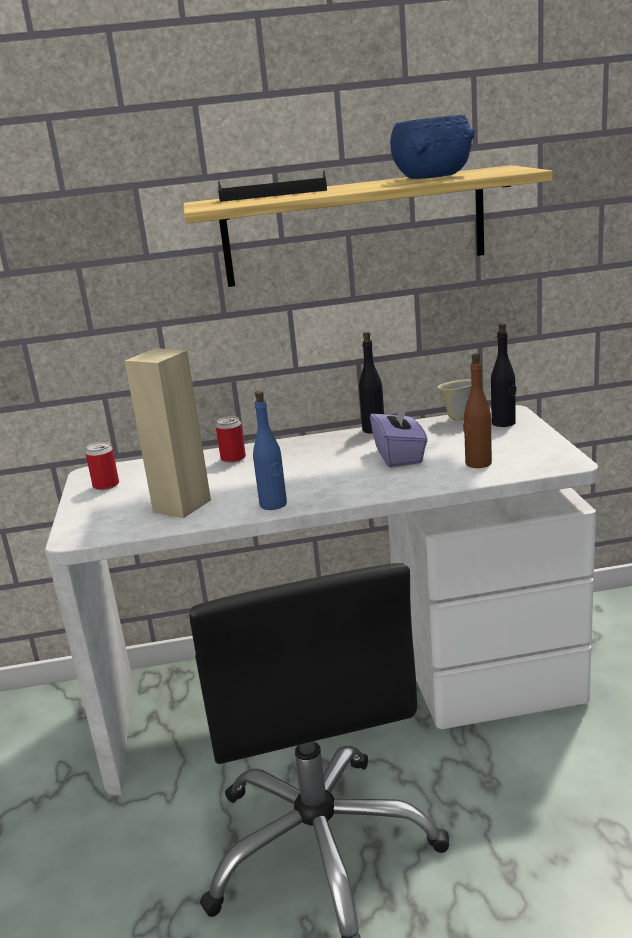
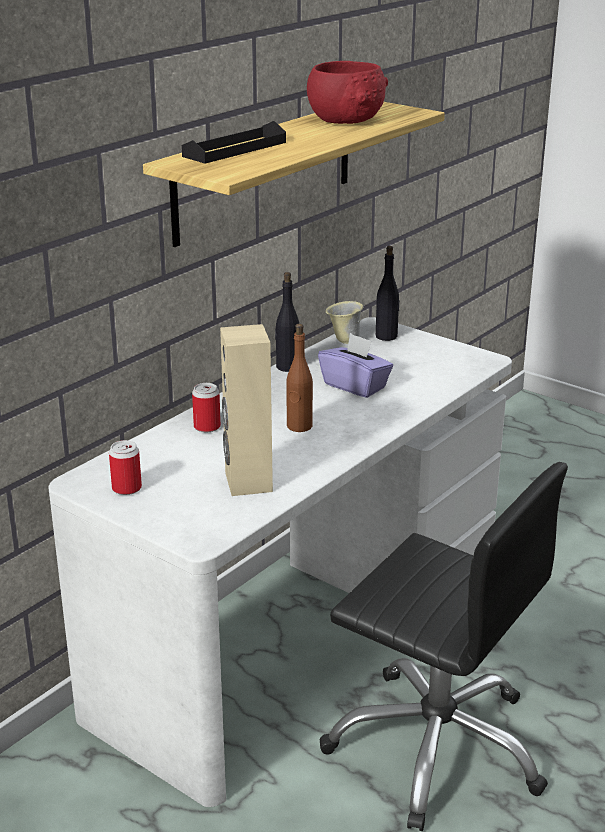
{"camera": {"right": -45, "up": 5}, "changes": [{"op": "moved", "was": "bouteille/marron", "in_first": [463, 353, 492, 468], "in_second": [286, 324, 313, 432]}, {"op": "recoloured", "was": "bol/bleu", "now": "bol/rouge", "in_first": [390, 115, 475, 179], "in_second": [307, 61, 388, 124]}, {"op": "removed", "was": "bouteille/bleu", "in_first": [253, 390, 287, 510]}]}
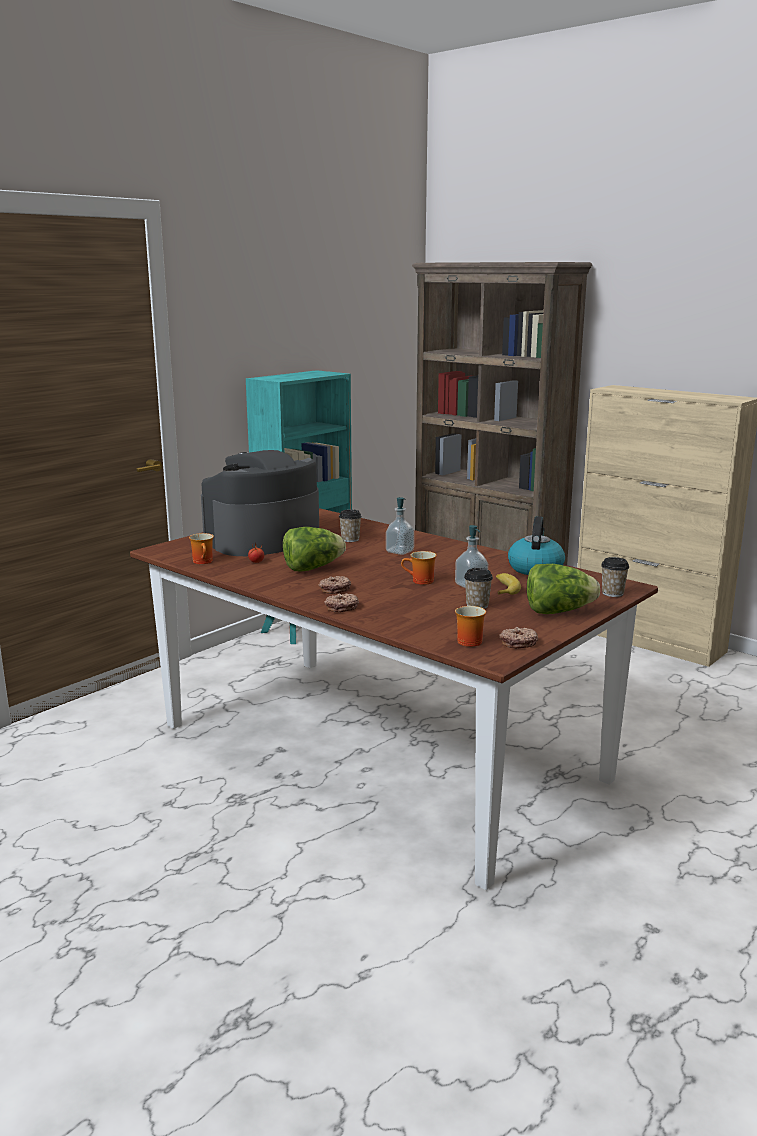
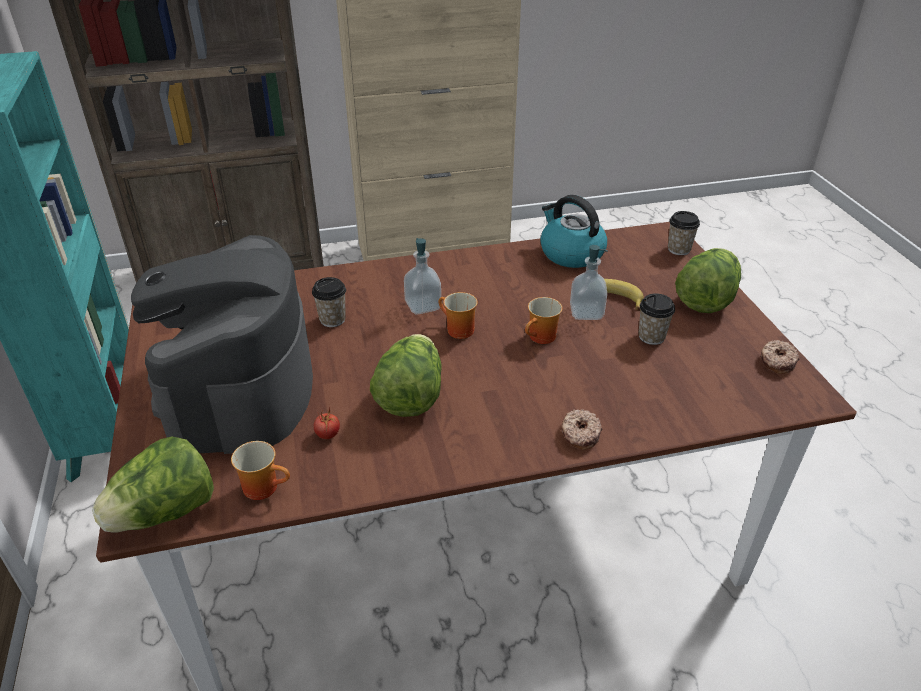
{"camera": {"right": -55, "up": 20}, "changes": [{"op": "added", "now": "laitue", "in_second": [92, 436, 214, 533]}, {"op": "moved", "was": "mug", "in_first": [455, 606, 486, 647], "in_second": [438, 292, 478, 339]}, {"op": "removed", "was": "beignet", "in_first": [319, 576, 351, 594]}]}
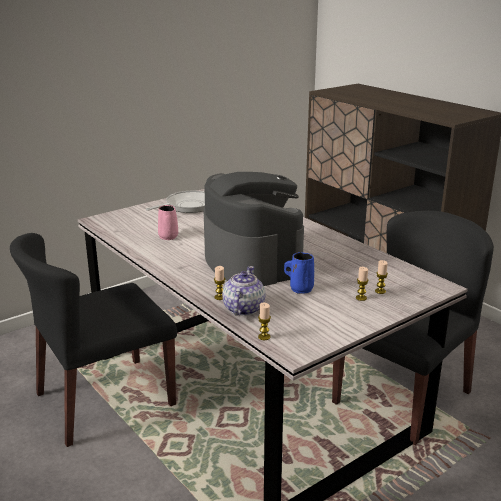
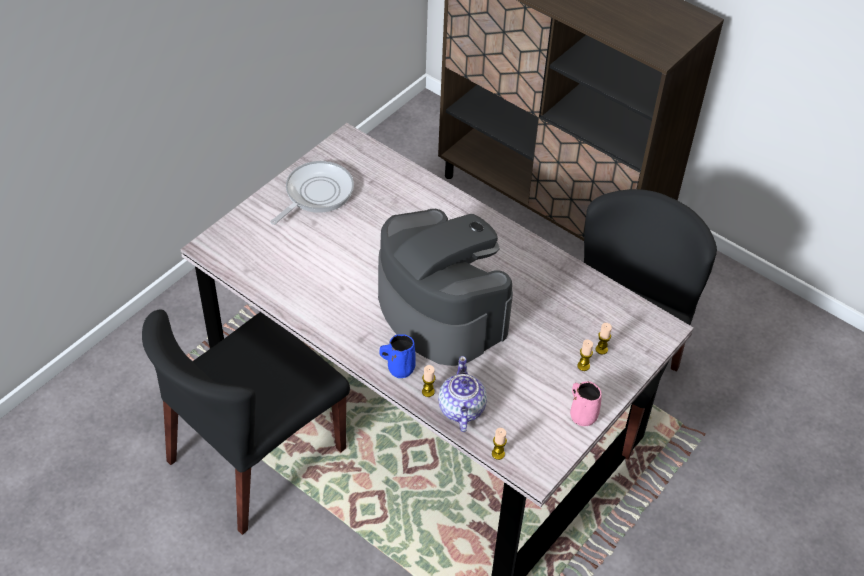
{"camera": {"right": -15, "up": 25}, "changes": [{"op": "moved", "was": "mug/bleu", "in_first": [284, 252, 314, 294], "in_second": [380, 334, 416, 378]}, {"op": "moved", "was": "mug/rose", "in_first": [158, 205, 178, 240], "in_second": [570, 381, 602, 426]}]}
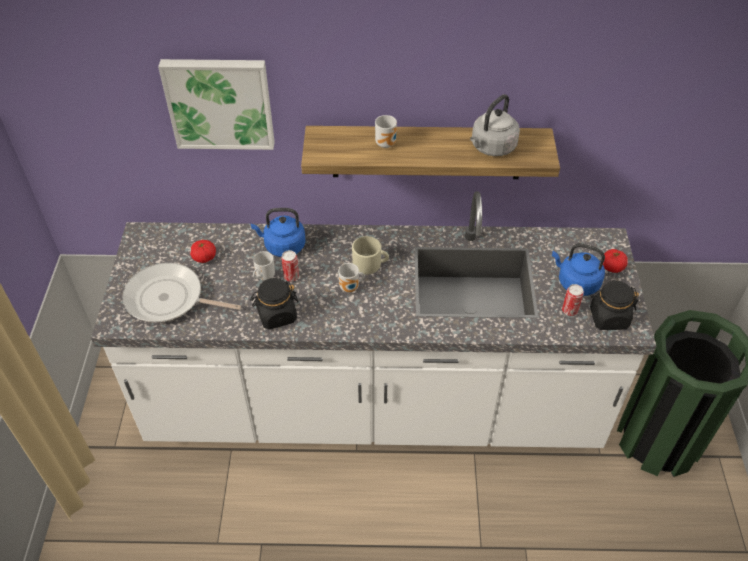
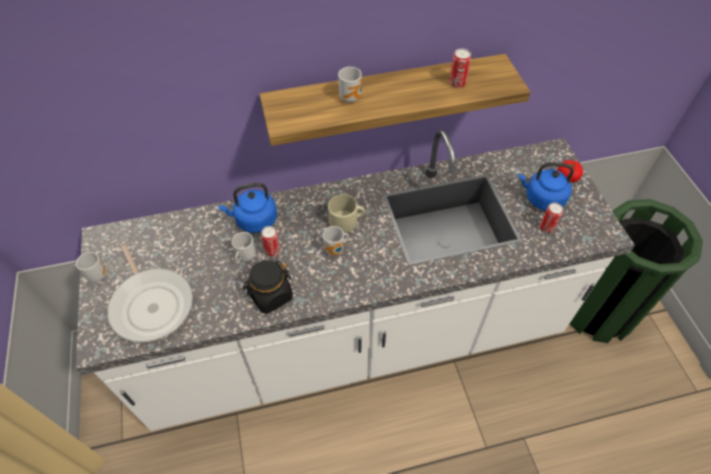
{"camera": {"right": -15, "up": 5}, "changes": [{"op": "added", "now": "mug", "in_second": [75, 252, 106, 282]}, {"op": "turned", "was": "poêle", "in_first": [122, 263, 241, 322], "in_second": [107, 243, 193, 342], "clockwise": -120}, {"op": "replaced", "was": "bouilloire/gris", "now": "boîte métallique", "in_first": [470, 94, 520, 156], "in_second": [449, 48, 471, 88]}, {"op": "removed", "was": "tableau", "in_first": [158, 59, 275, 150]}, {"op": "removed", "was": "tomate", "in_first": [190, 240, 216, 263]}, {"op": "removed", "was": "bocal/noir", "in_first": [590, 281, 639, 330]}]}
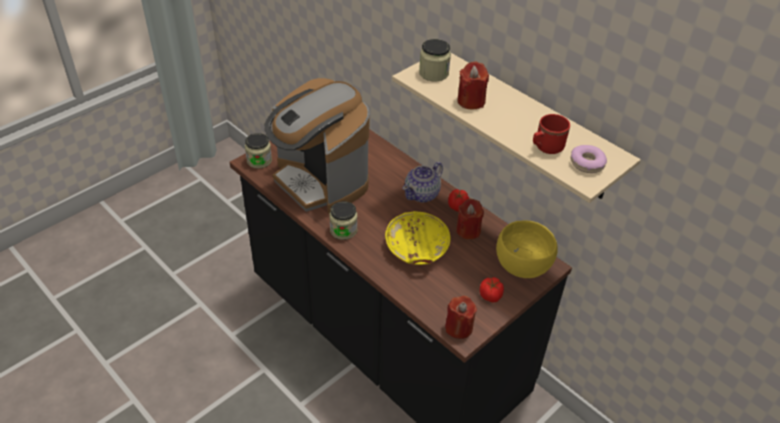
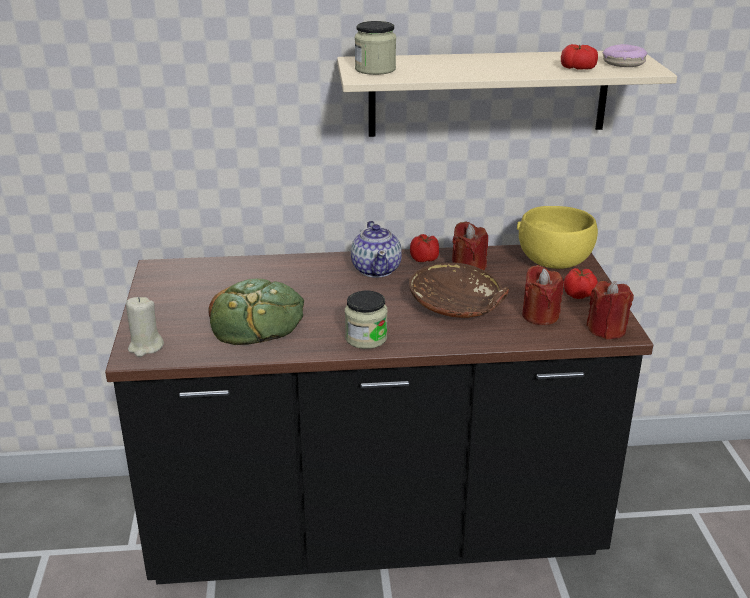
{"camera": {"right": -50, "up": -15}, "changes": [{"op": "replaced", "was": "bocal", "now": "bougie/beige", "in_first": [245, 133, 272, 169], "in_second": [126, 297, 164, 357]}, {"op": "replaced", "was": "machine à café", "now": "pain", "in_first": [265, 78, 370, 214], "in_second": [208, 279, 304, 345]}, {"op": "recoloured", "was": "bol/jaune", "now": "bol/marron", "in_first": [385, 211, 451, 265], "in_second": [409, 263, 509, 318]}, {"op": "moved", "was": "bougie/rouge", "in_first": [457, 62, 489, 110], "in_second": [522, 265, 564, 325]}, {"op": "replaced", "was": "mug/rouge", "now": "tomate", "in_first": [533, 114, 570, 154], "in_second": [561, 44, 598, 70]}]}
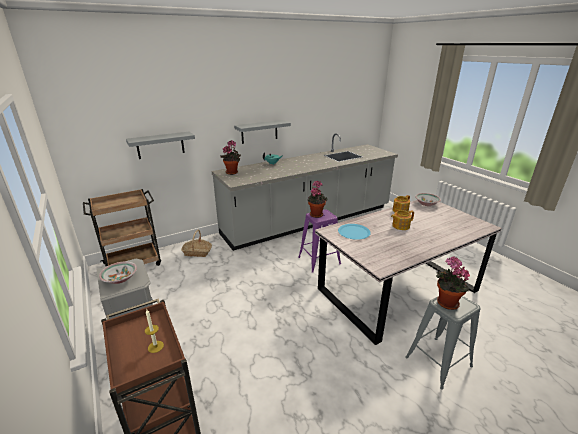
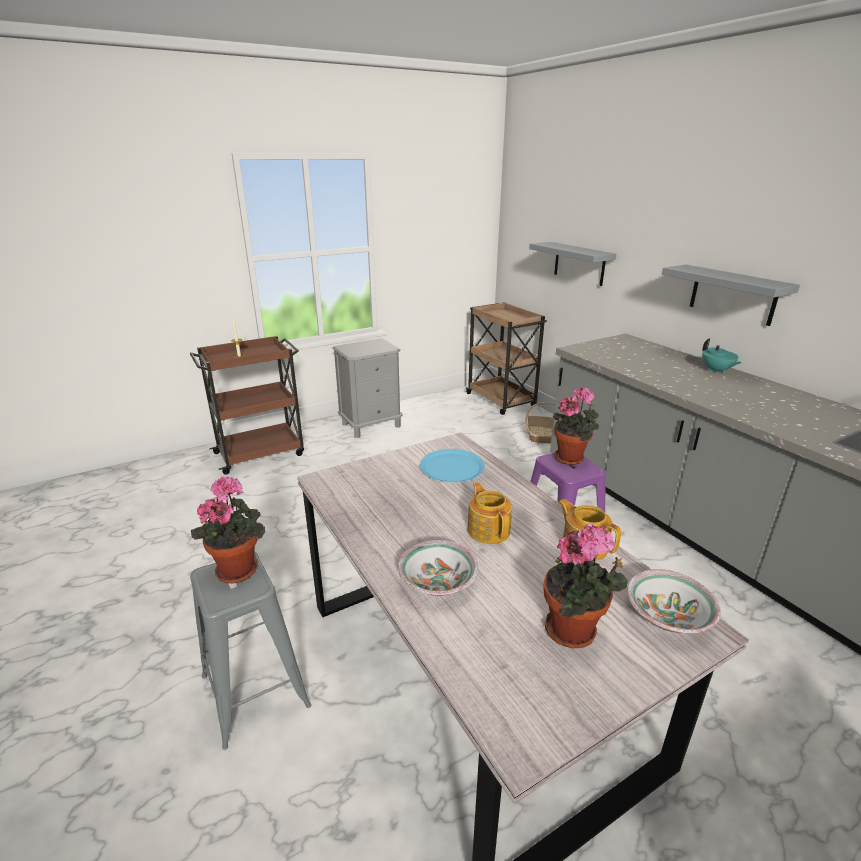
{"camera": {"right": 90, "up": 0}, "changes": [{"op": "moved", "was": "bol", "in_first": [99, 261, 137, 284], "in_second": [398, 540, 479, 596]}, {"op": "moved", "was": "plante en pot", "in_first": [220, 140, 241, 175], "in_second": [544, 523, 628, 648]}]}
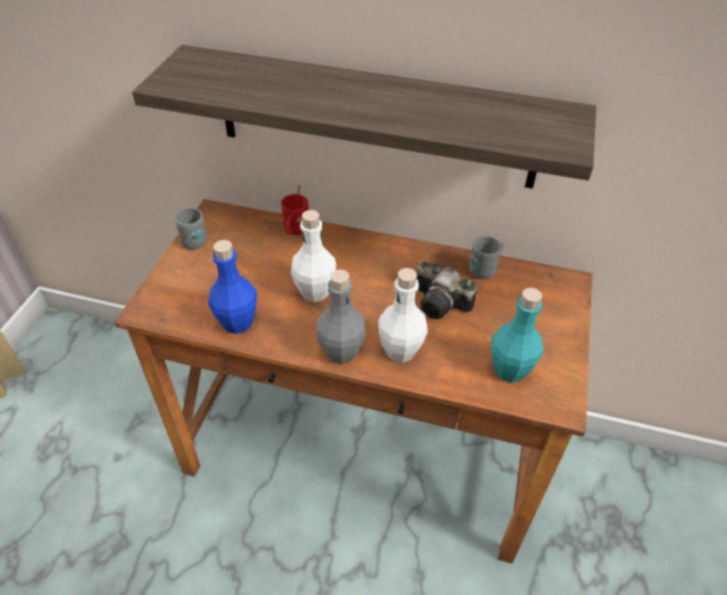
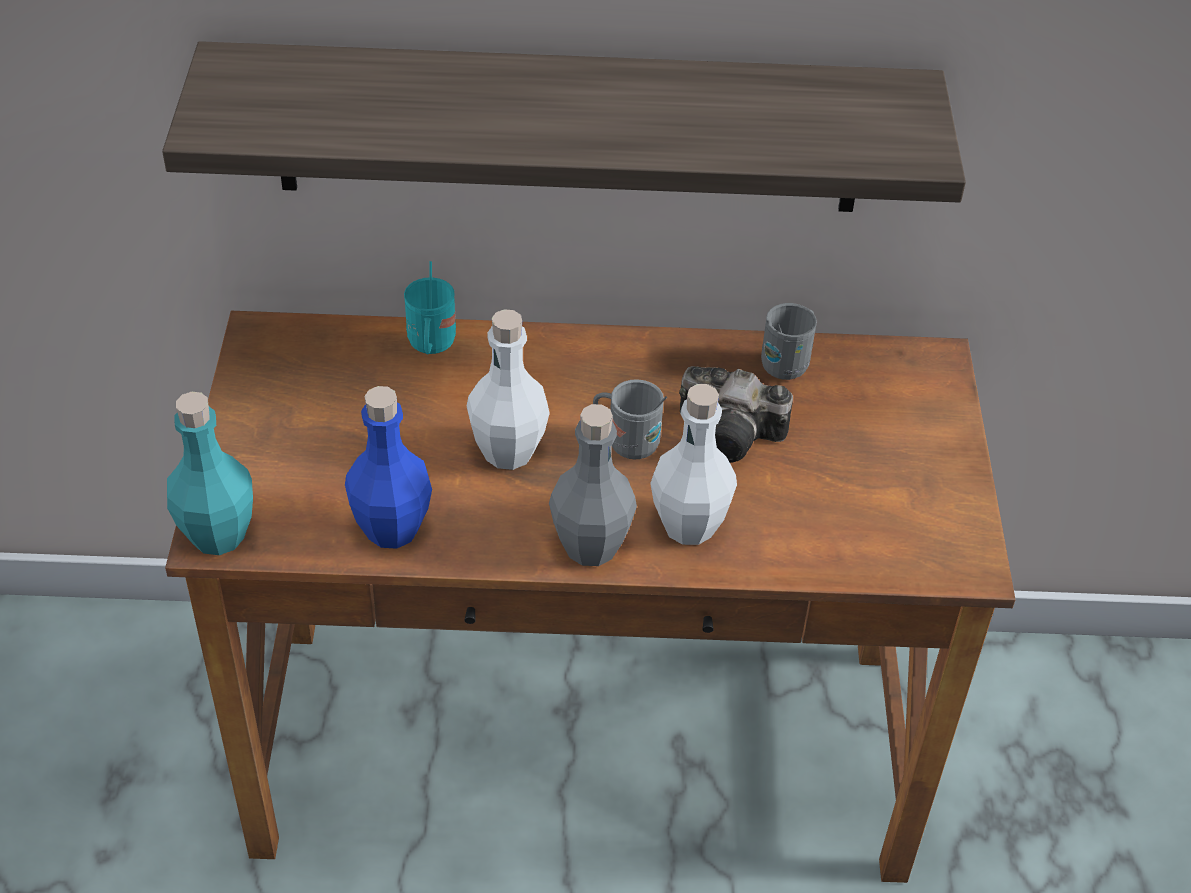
{"camera": {"right": -15, "up": 0}, "changes": [{"op": "moved", "was": "bouteille/turquoise", "in_first": [491, 288, 543, 383], "in_second": [167, 392, 253, 555]}, {"op": "recoloured", "was": "mug/rouge", "now": "mug/turquoise", "in_first": [281, 185, 309, 235], "in_second": [404, 261, 456, 355]}, {"op": "moved", "was": "mug/gris", "in_first": [174, 208, 207, 250], "in_second": [593, 379, 667, 459]}]}
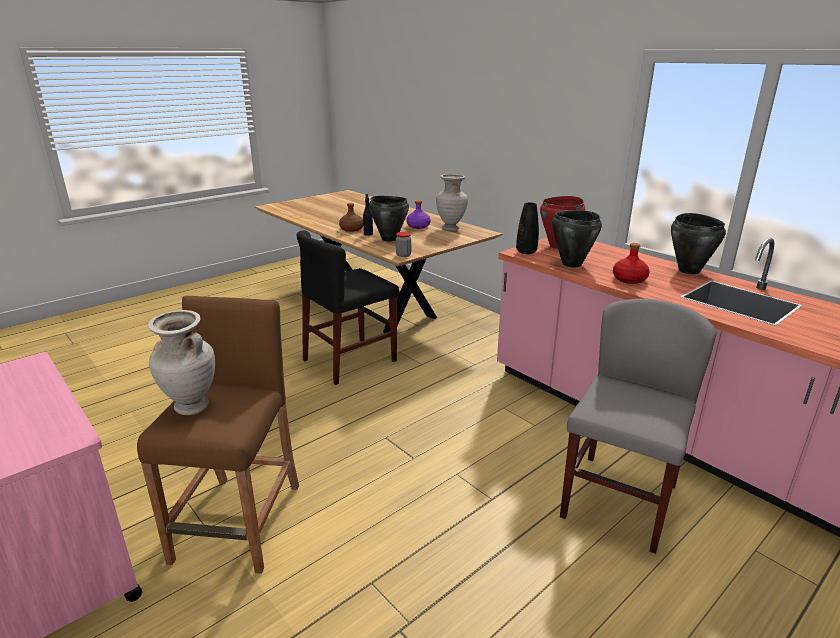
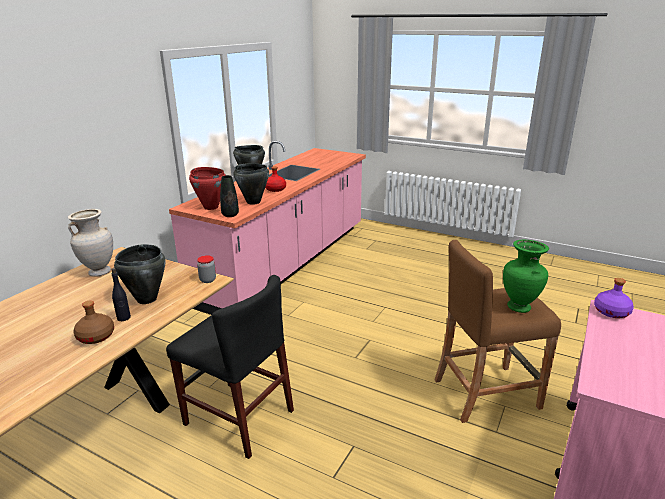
{"camera": {"right": -110, "up": 0}, "changes": [{"op": "recoloured", "was": "vase/beige", "now": "vase/vert", "in_first": [148, 310, 215, 415], "in_second": [503, 240, 549, 313]}, {"op": "moved", "was": "bouteille/violet", "in_first": [406, 200, 431, 229], "in_second": [594, 278, 634, 318]}, {"op": "removed", "was": "chaise/gris", "in_first": [560, 299, 717, 554]}]}
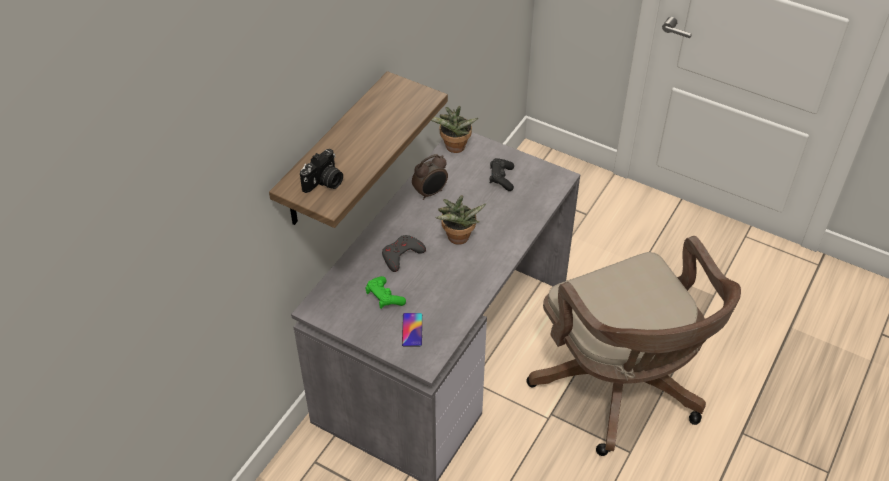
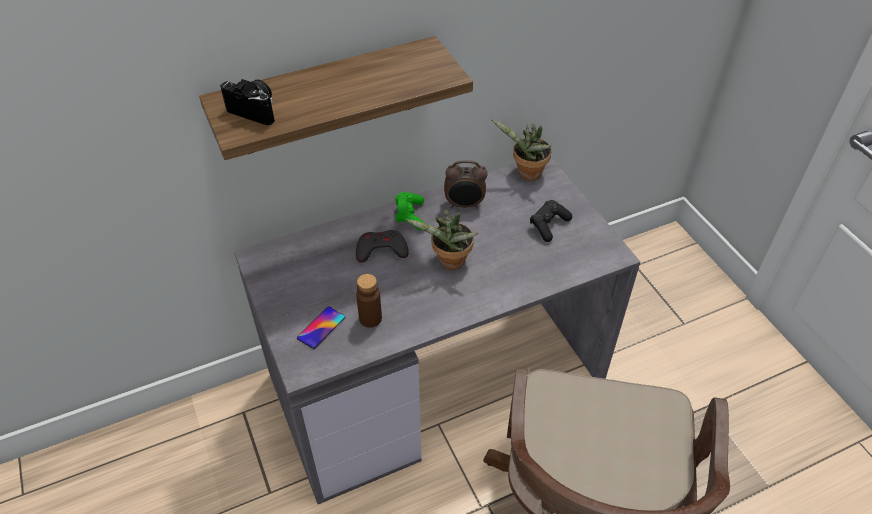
{"camera": {"right": 35, "up": 0}, "changes": [{"op": "turned", "was": "appareil photo", "in_first": [300, 149, 343, 193], "in_second": [220, 79, 275, 125], "clockwise": -135}, {"op": "added", "now": "bouteille/marron", "in_second": [356, 274, 382, 328]}, {"op": "moved", "was": "manette/vert", "in_first": [366, 276, 406, 309], "in_second": [395, 192, 425, 230]}]}
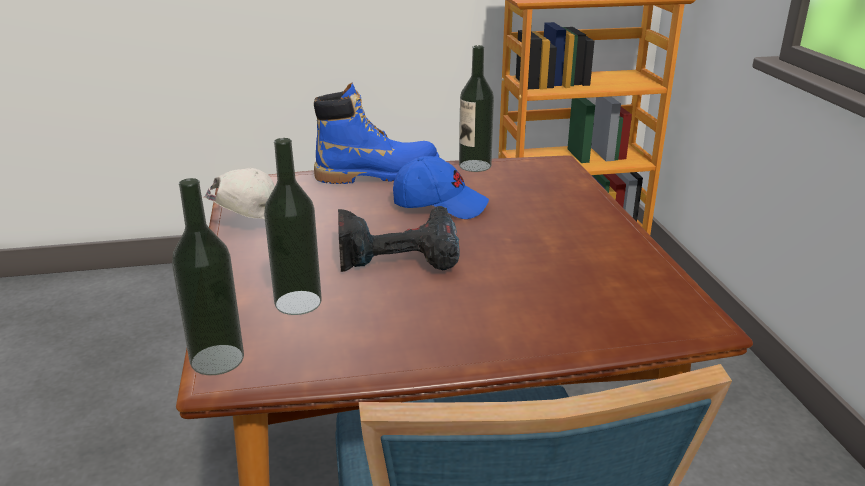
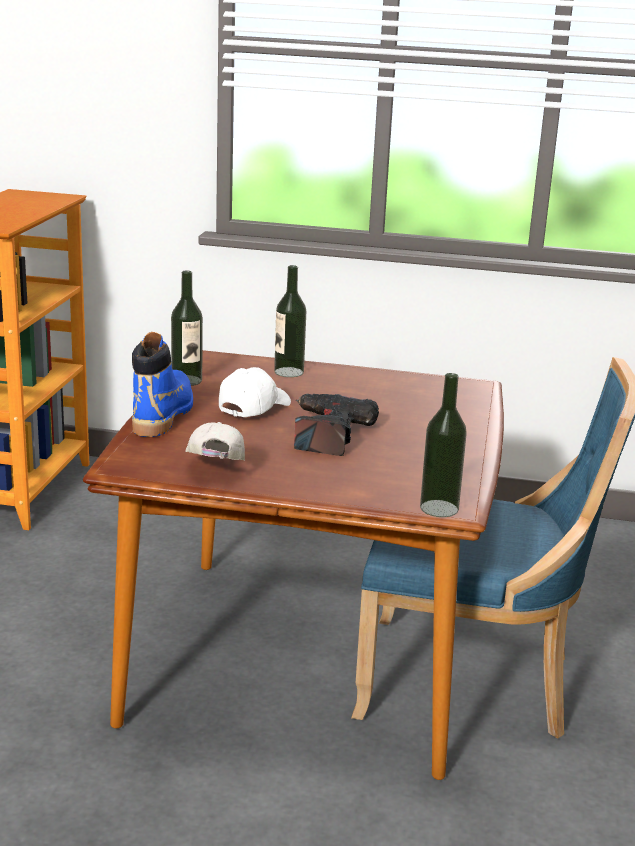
{"camera": {"right": -70, "up": -5}, "changes": [{"op": "recoloured", "was": "casquette/bleu", "now": "casquette/blanc", "in_first": [393, 156, 489, 219], "in_second": [219, 367, 291, 417]}, {"op": "moved", "was": "bouteille", "in_first": [264, 138, 322, 315], "in_second": [274, 265, 306, 377]}]}
